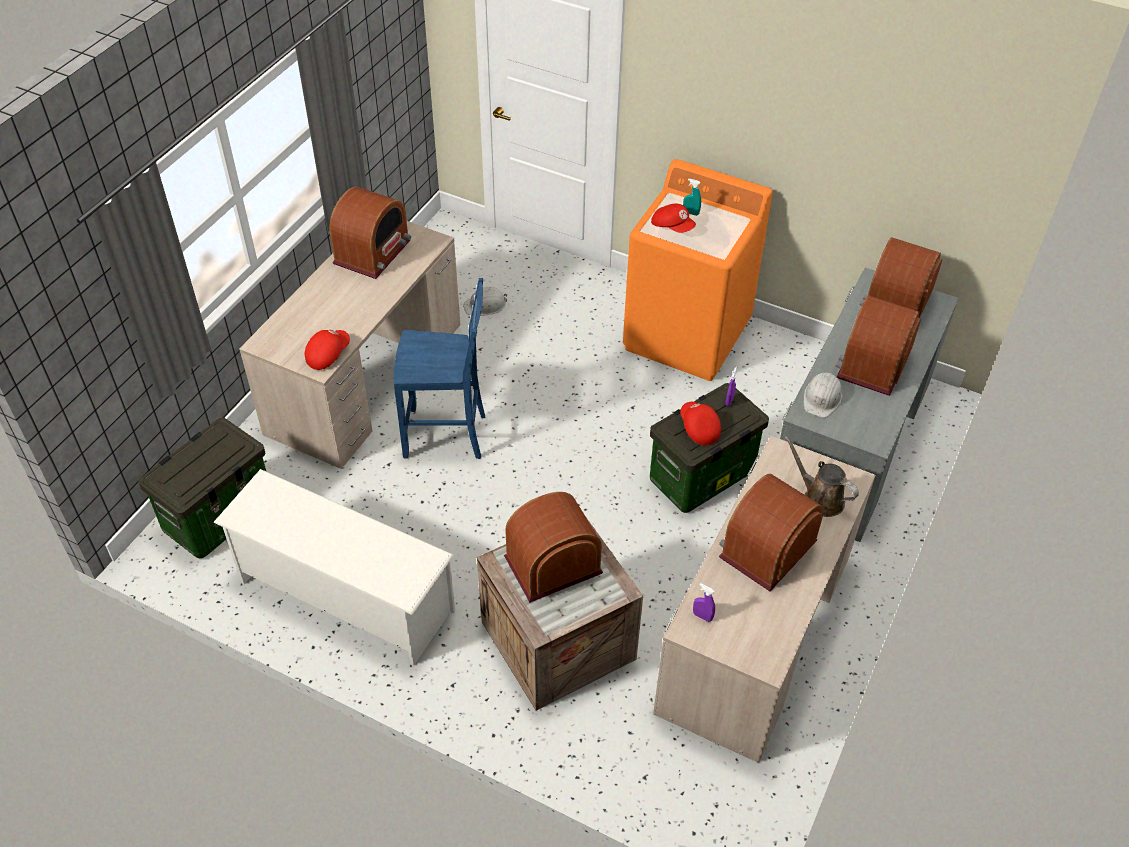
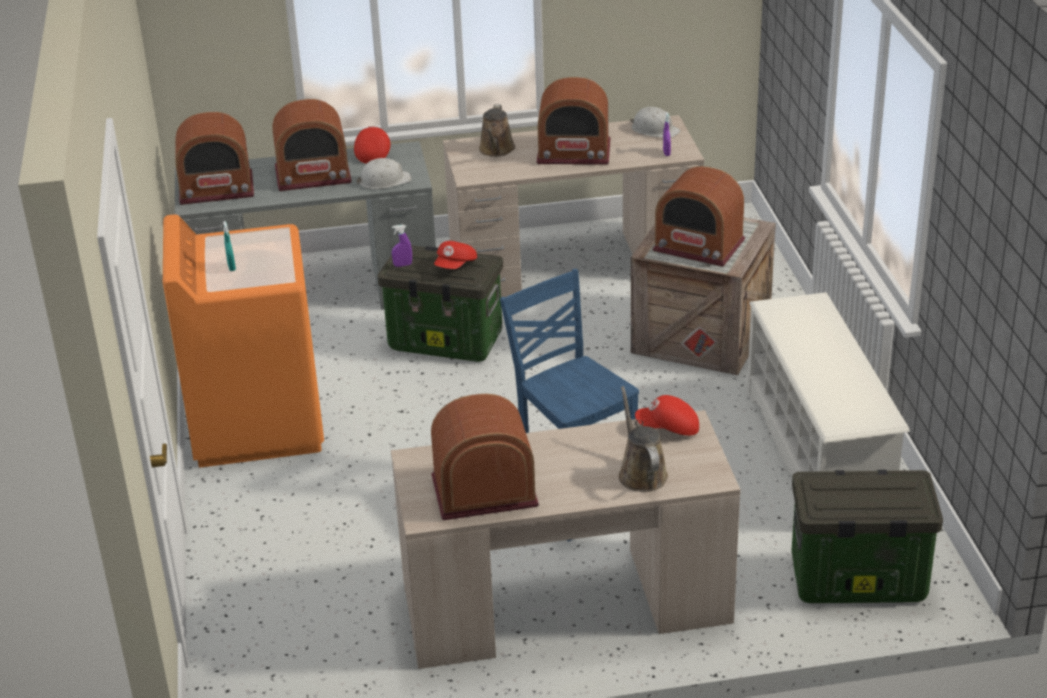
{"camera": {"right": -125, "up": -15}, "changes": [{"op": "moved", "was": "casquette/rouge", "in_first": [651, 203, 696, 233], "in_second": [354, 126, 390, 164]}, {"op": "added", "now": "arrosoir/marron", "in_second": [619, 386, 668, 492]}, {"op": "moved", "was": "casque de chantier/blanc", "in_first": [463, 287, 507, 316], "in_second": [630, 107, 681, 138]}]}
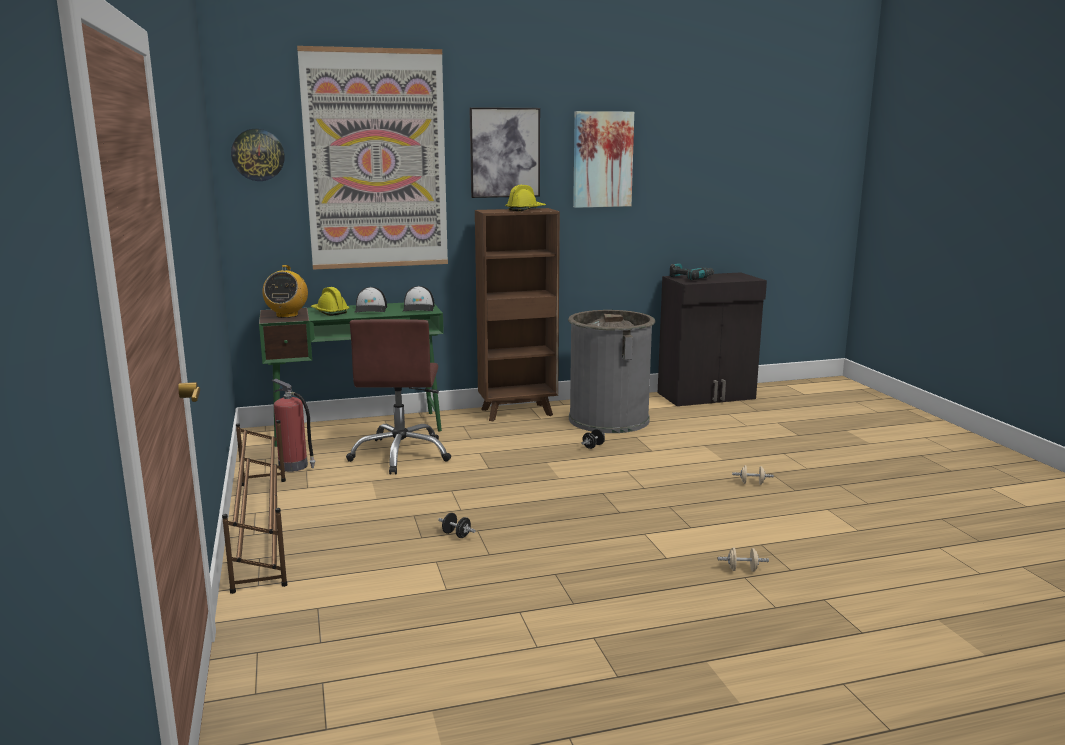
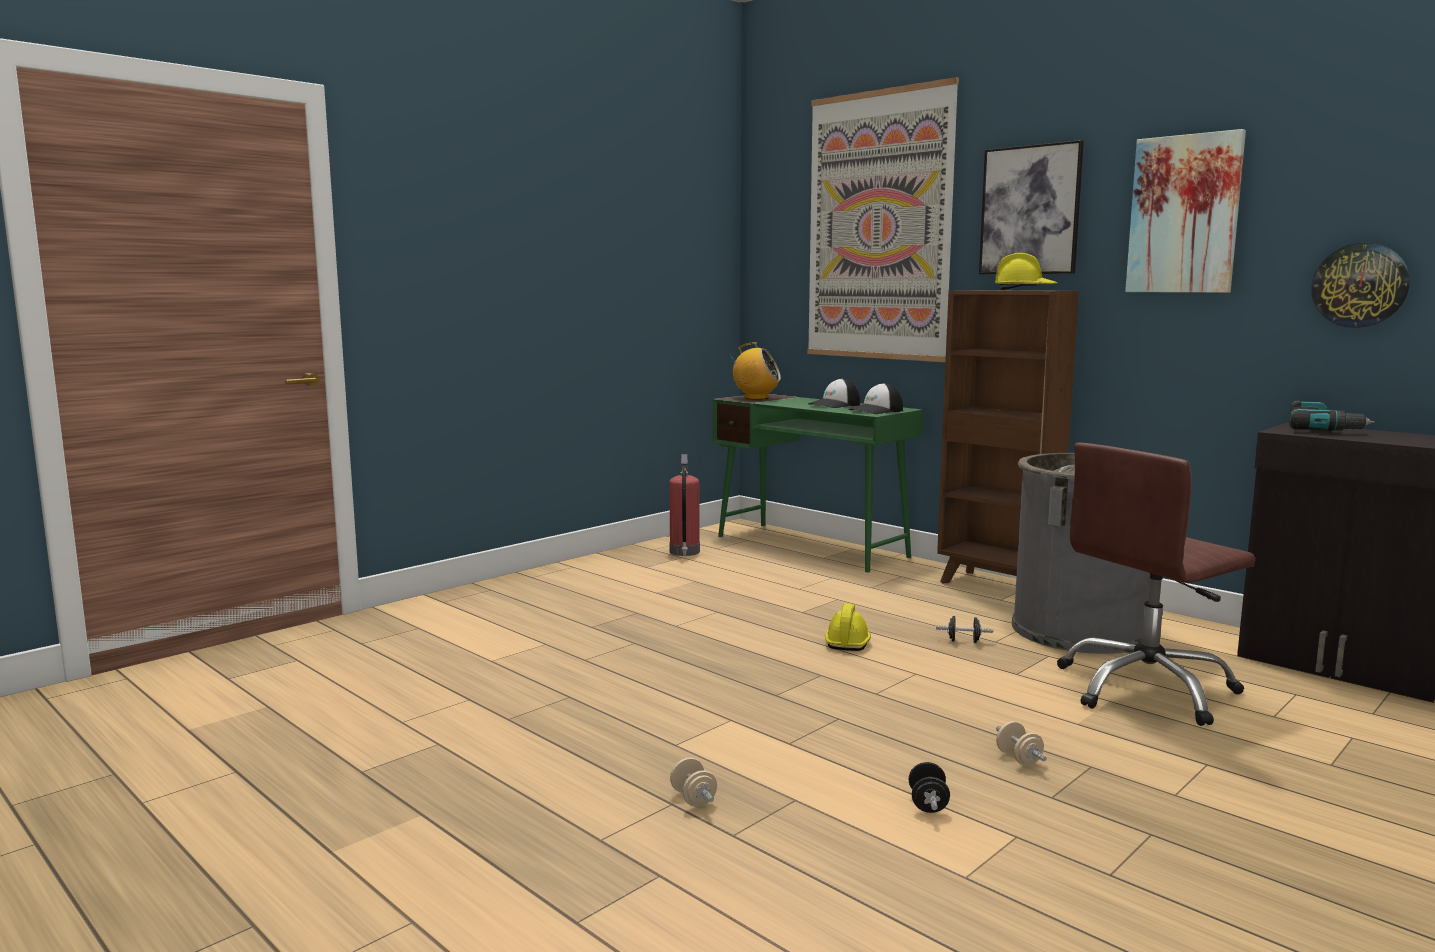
{"camera": {"right": 60, "up": -5}, "changes": [{"op": "turned", "was": "radio", "in_first": [262, 265, 308, 318], "in_second": [729, 342, 781, 400], "clockwise": -135}, {"op": "moved", "was": "casque de chantier/jaune", "in_first": [311, 287, 350, 316], "in_second": [825, 603, 871, 651]}, {"op": "moved", "was": "haltère/noir", "in_first": [438, 513, 476, 538], "in_second": [909, 762, 950, 813]}, {"op": "moved", "was": "chaise de bureau/marron", "in_first": [346, 319, 451, 474], "in_second": [1057, 443, 1256, 726]}, {"op": "moved", "was": "horloge murale", "in_first": [231, 129, 285, 181], "in_second": [1311, 243, 1410, 328]}, {"op": "removed", "was": "étagère à chaussures/marron", "in_first": [222, 420, 288, 594]}]}
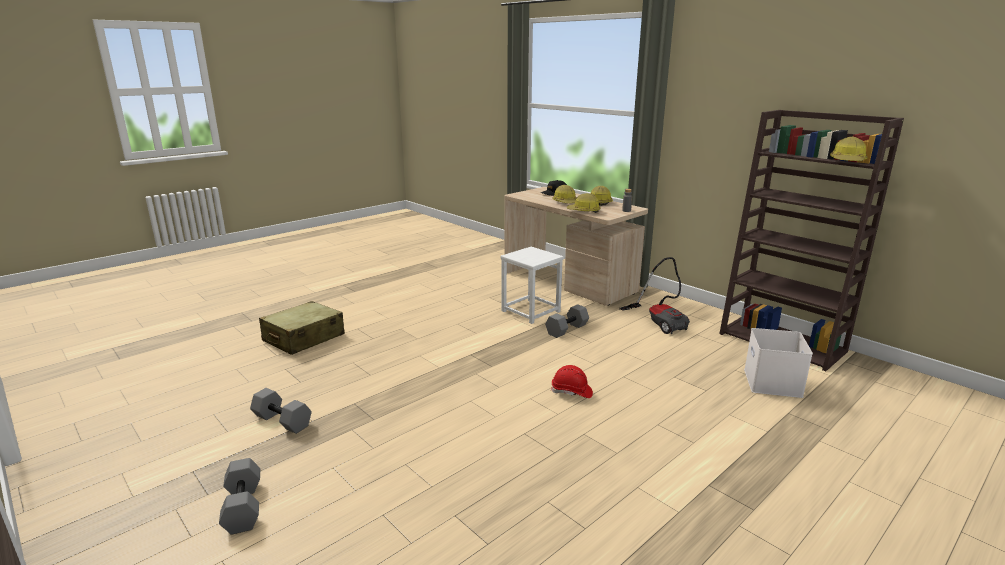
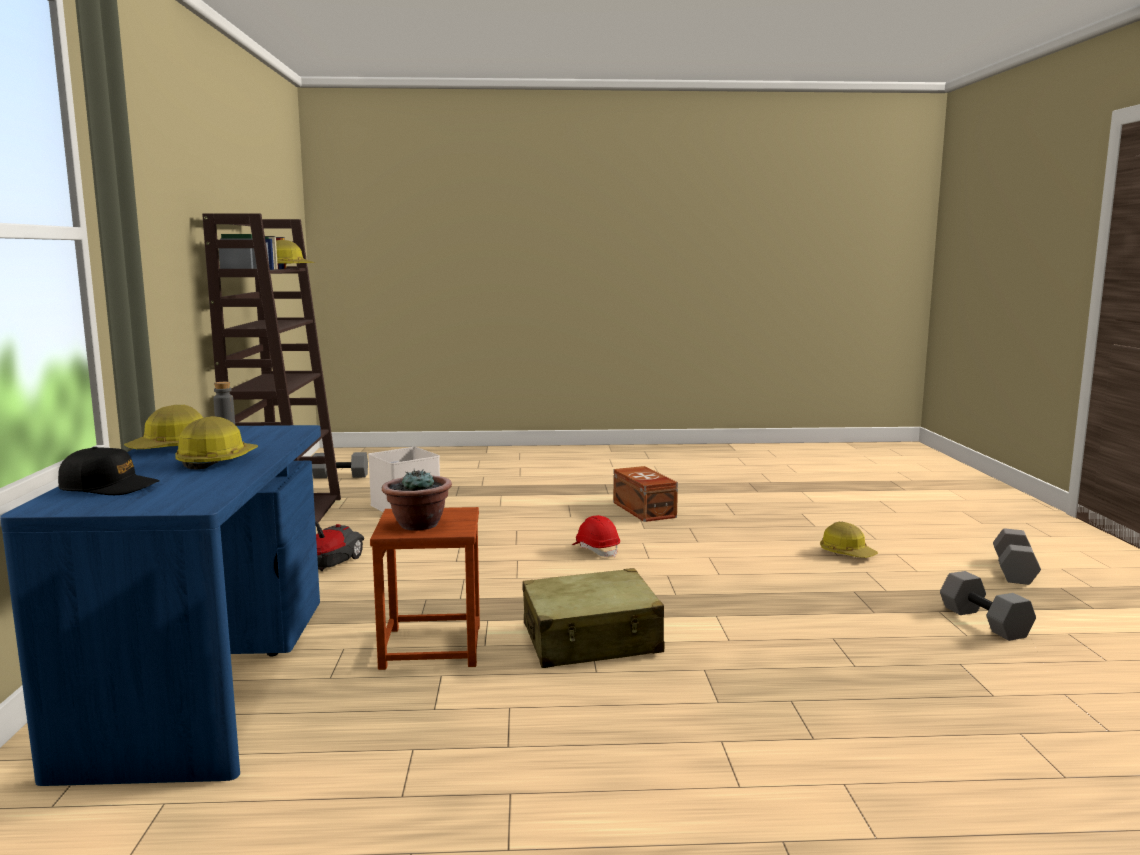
{"camera": {"right": -140, "up": -10}, "changes": [{"op": "recoloured", "was": "bureau/beige", "now": "bureau/bleu", "in_first": [504, 187, 648, 306], "in_second": [0, 425, 321, 786]}, {"op": "moved", "was": "haltère/gris", "in_first": [545, 304, 589, 338], "in_second": [312, 452, 368, 478]}, {"op": "recoloured", "was": "tabouret/blanc", "now": "tabouret/marron", "in_first": [501, 247, 564, 324], "in_second": [370, 507, 480, 670]}, {"op": "added", "now": "plante en pot", "in_second": [382, 469, 452, 531]}, {"op": "moved", "was": "valise/beige", "in_first": [259, 301, 345, 355], "in_second": [523, 568, 664, 668]}, {"op": "added", "now": "boîte de rangement/marron", "in_second": [613, 466, 678, 522]}, {"op": "moved", "was": "casque de chantier", "in_first": [567, 193, 601, 213], "in_second": [820, 522, 878, 558]}]}
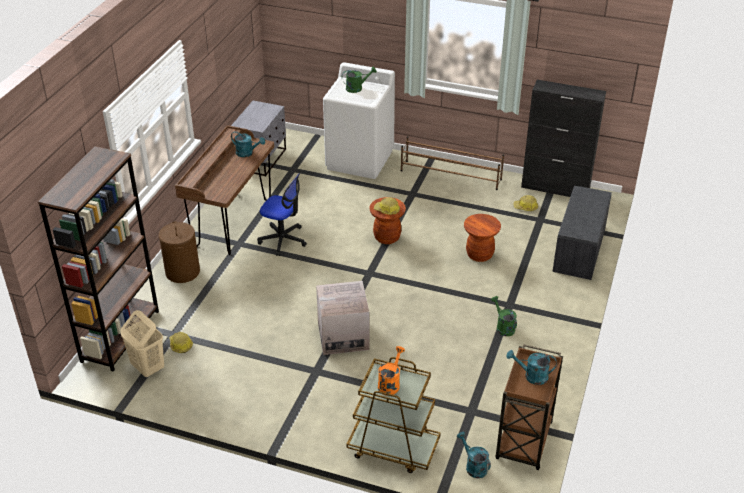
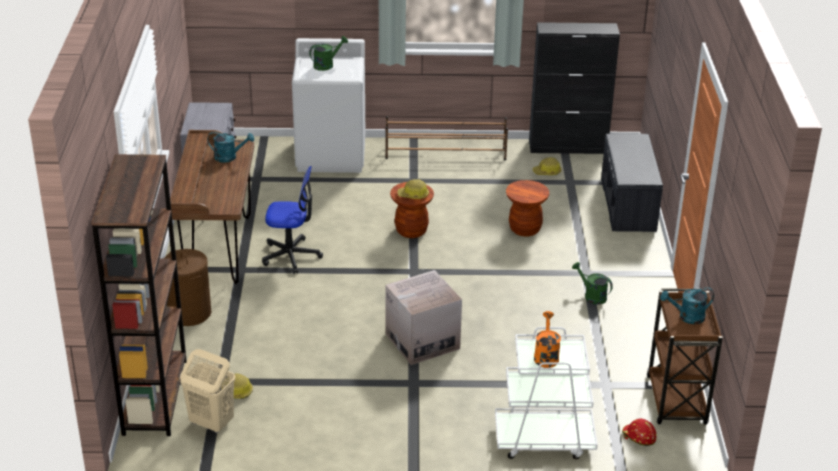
{"camera": {"right": -20, "up": -5}, "changes": [{"op": "recoloured", "was": "chariot/marron", "now": "chariot/blanc", "in_first": [346, 357, 441, 473], "in_second": [495, 327, 598, 459]}, {"op": "replaced", "was": "arrosoir/turquoise", "now": "casque de chantier/rouge", "in_first": [457, 432, 491, 478], "in_second": [622, 419, 657, 446]}]}
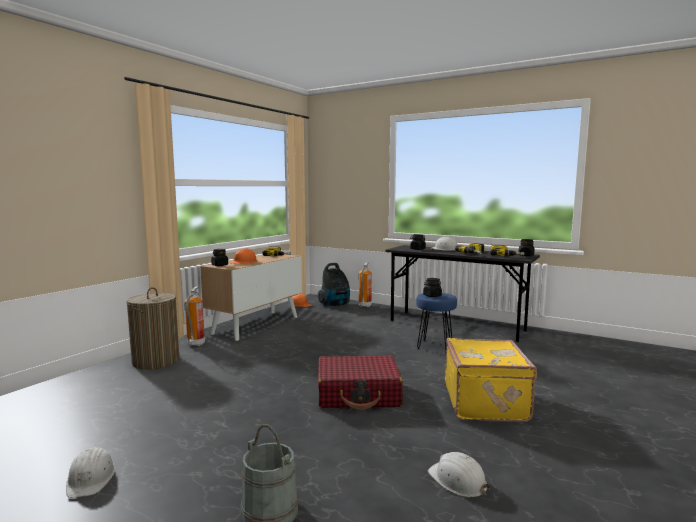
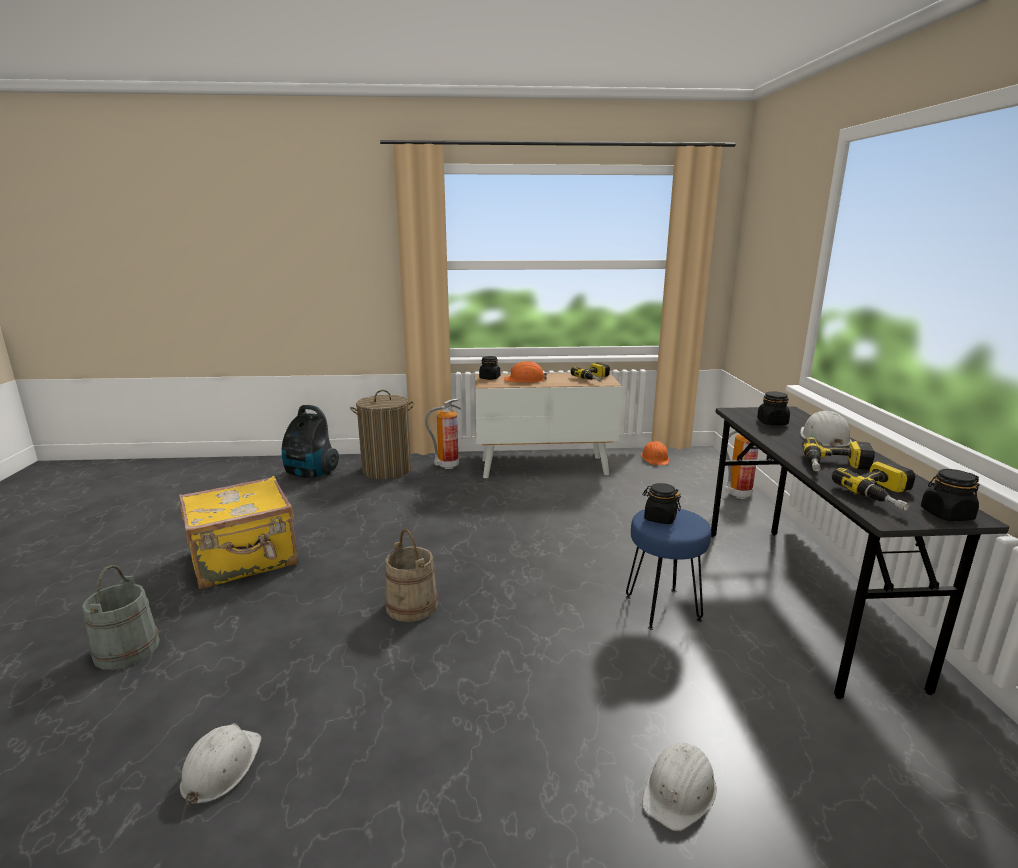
{"camera": {"right": 55, "up": 10}, "changes": [{"op": "moved", "was": "valise/jaune", "in_first": [445, 338, 537, 422], "in_second": [179, 476, 298, 589]}, {"op": "moved", "was": "aspirateur", "in_first": [318, 263, 350, 307], "in_second": [282, 405, 339, 478]}, {"op": "replaced", "was": "valise/rouge", "now": "seau/beige", "in_first": [318, 356, 403, 410], "in_second": [385, 529, 438, 622]}, {"op": "moved", "was": "casque de chantier/blanc", "in_first": [66, 447, 115, 498], "in_second": [642, 743, 717, 831]}]}
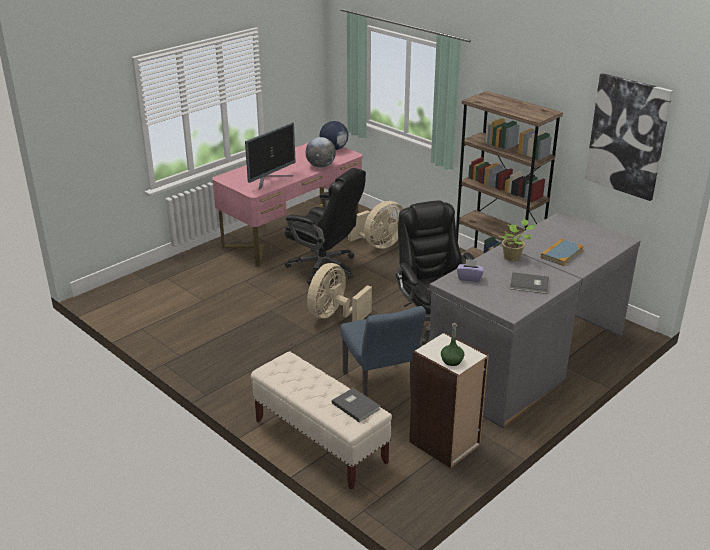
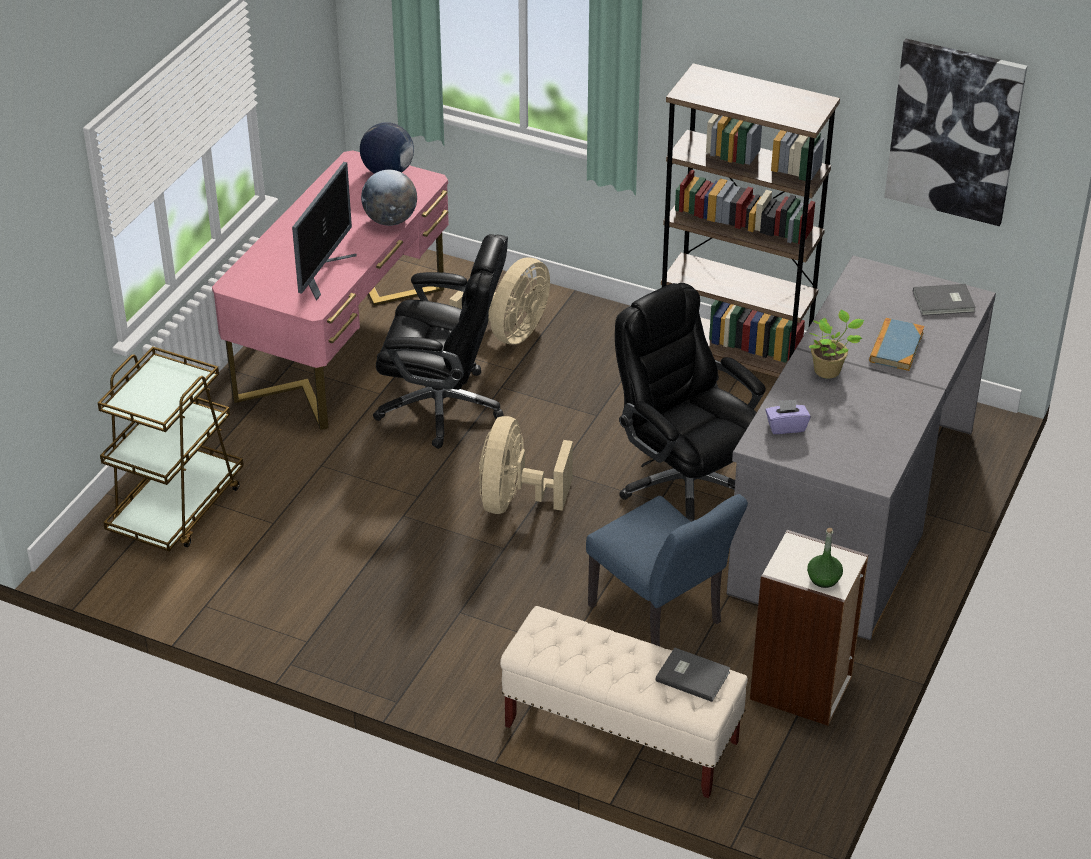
{"camera": {"right": -20, "up": 10}, "changes": [{"op": "added", "now": "chariot/marron", "in_second": [98, 347, 244, 551]}, {"op": "moved", "was": "livre/gris", "in_first": [510, 272, 549, 294], "in_second": [913, 284, 976, 315]}]}
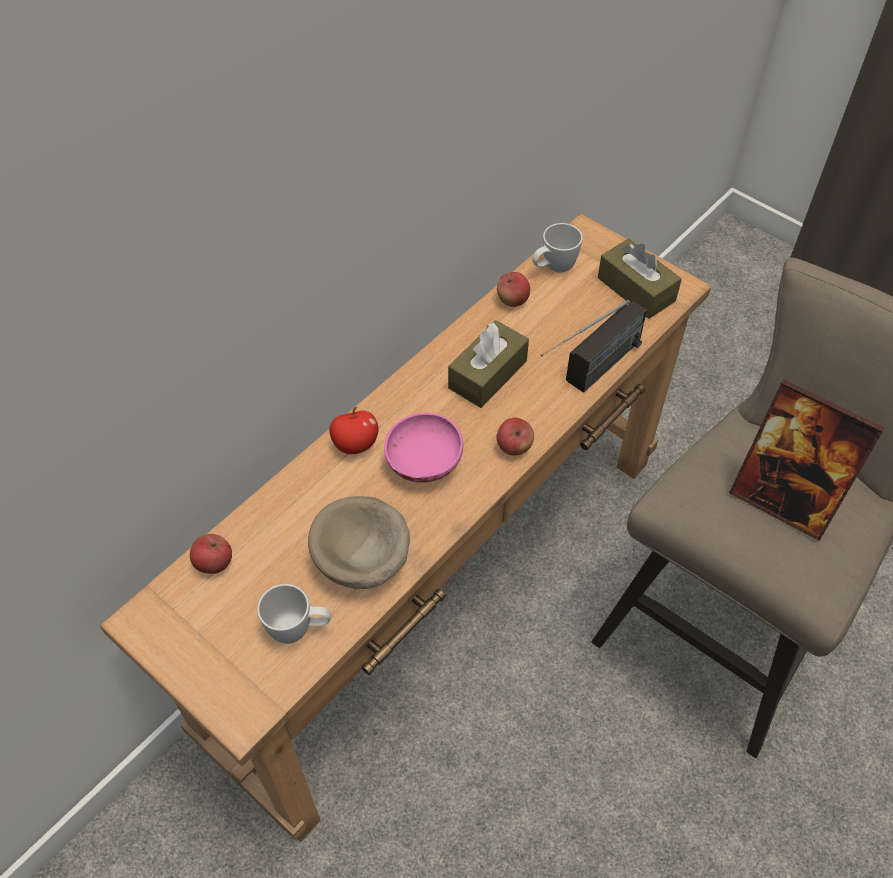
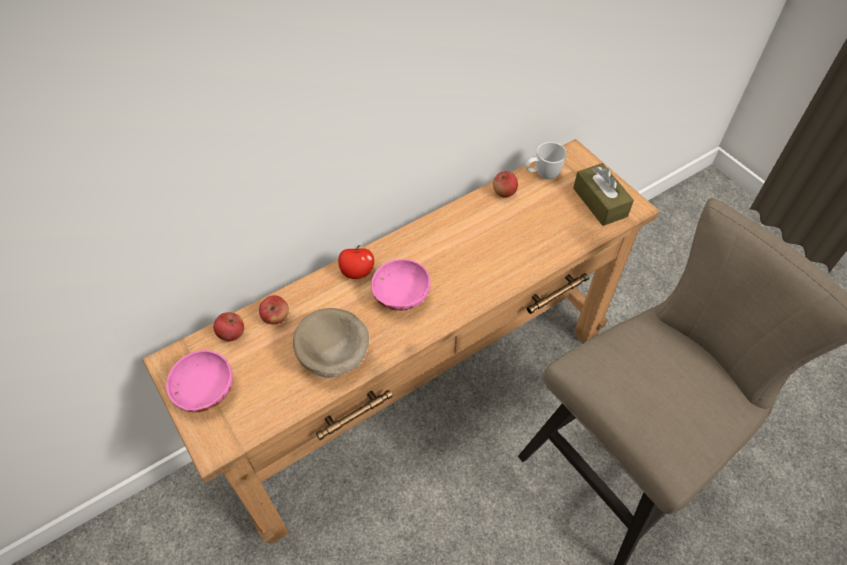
{"camera": {"right": 15, "up": 0}, "changes": [{"op": "added", "now": "bol/rose", "in_second": [166, 350, 233, 412]}, {"op": "moved", "was": "pomme", "in_first": [496, 418, 534, 456], "in_second": [259, 295, 289, 324]}, {"op": "removed", "was": "mug/blanc", "in_first": [257, 584, 331, 644]}, {"op": "removed", "was": "boîte à mouchoirs/marron", "in_first": [448, 320, 529, 408]}, {"op": "removed", "was": "radio", "in_first": [540, 300, 647, 393]}, {"op": "removed", "was": "cadre photo", "in_first": [729, 380, 885, 541]}]}
